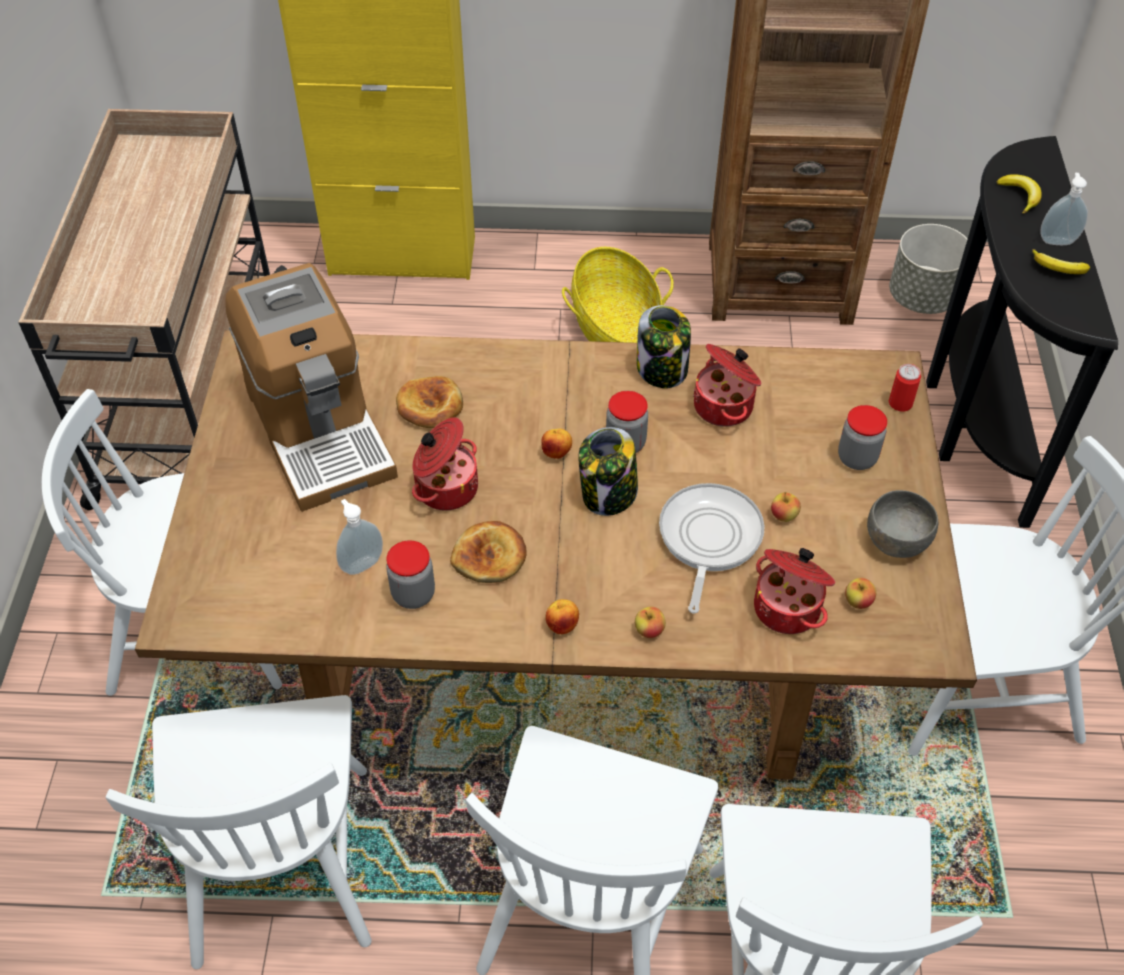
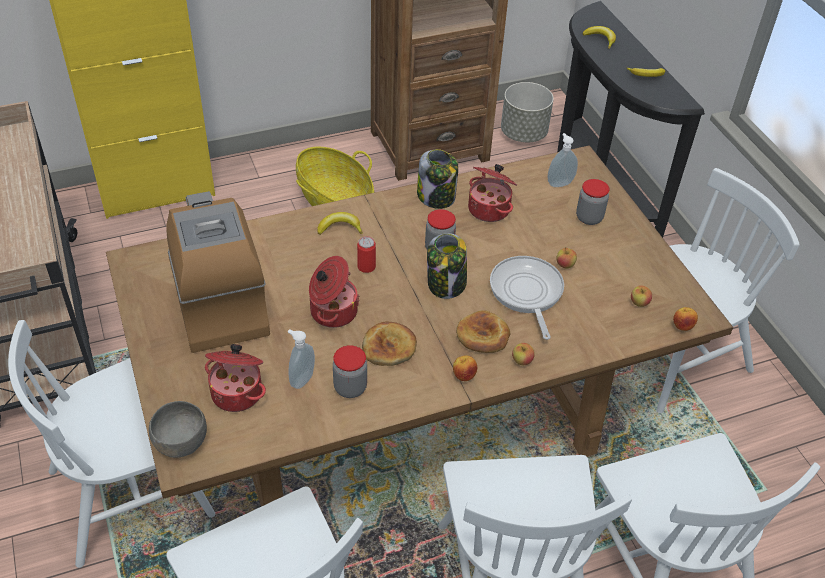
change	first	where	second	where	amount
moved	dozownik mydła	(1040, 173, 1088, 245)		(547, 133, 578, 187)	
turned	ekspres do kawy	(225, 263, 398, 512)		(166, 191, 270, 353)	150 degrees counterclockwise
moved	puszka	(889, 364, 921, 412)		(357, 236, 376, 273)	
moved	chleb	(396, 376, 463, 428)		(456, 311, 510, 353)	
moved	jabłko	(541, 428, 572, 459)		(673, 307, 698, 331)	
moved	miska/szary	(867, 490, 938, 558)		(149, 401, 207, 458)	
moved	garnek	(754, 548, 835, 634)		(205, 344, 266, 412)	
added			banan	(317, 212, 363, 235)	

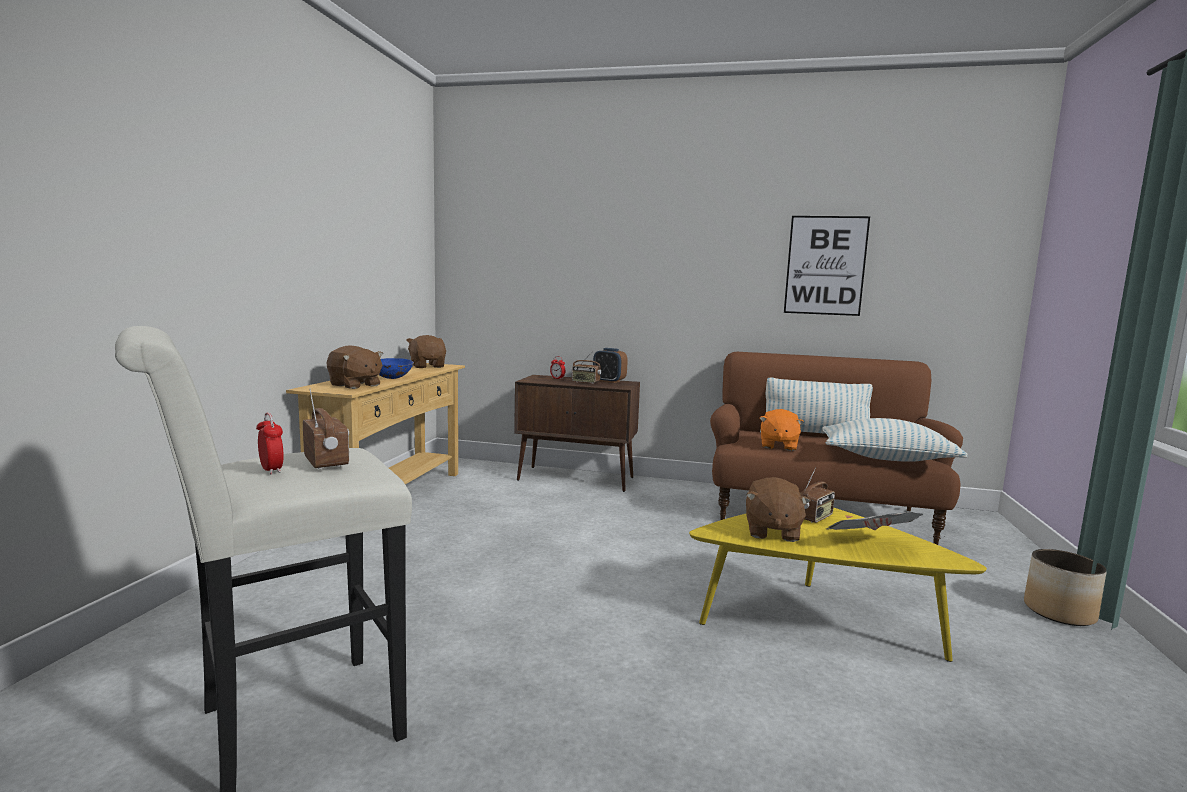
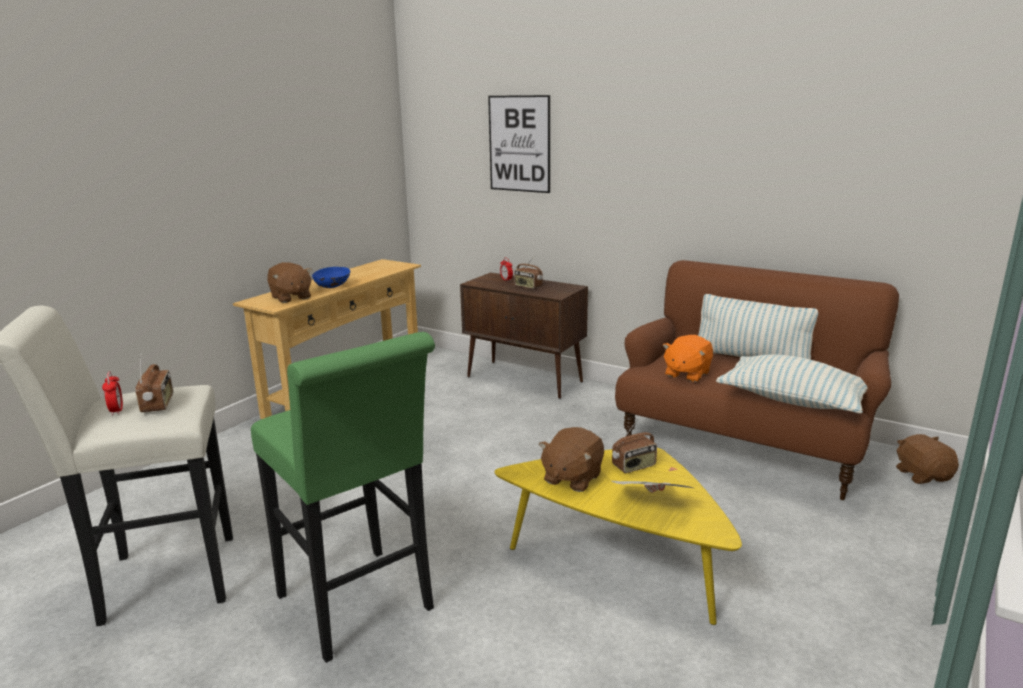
change	first	where	second	where	amount
moved	obraz	(784, 216, 870, 316)		(488, 95, 550, 193)	
moved	pluszak/brązowy	(406, 335, 446, 368)		(896, 434, 959, 484)	
removed	budzik	(593, 348, 628, 383)			
removed	donica	(1024, 549, 1106, 626)			
added			stołek/zielony	(251, 332, 435, 663)	

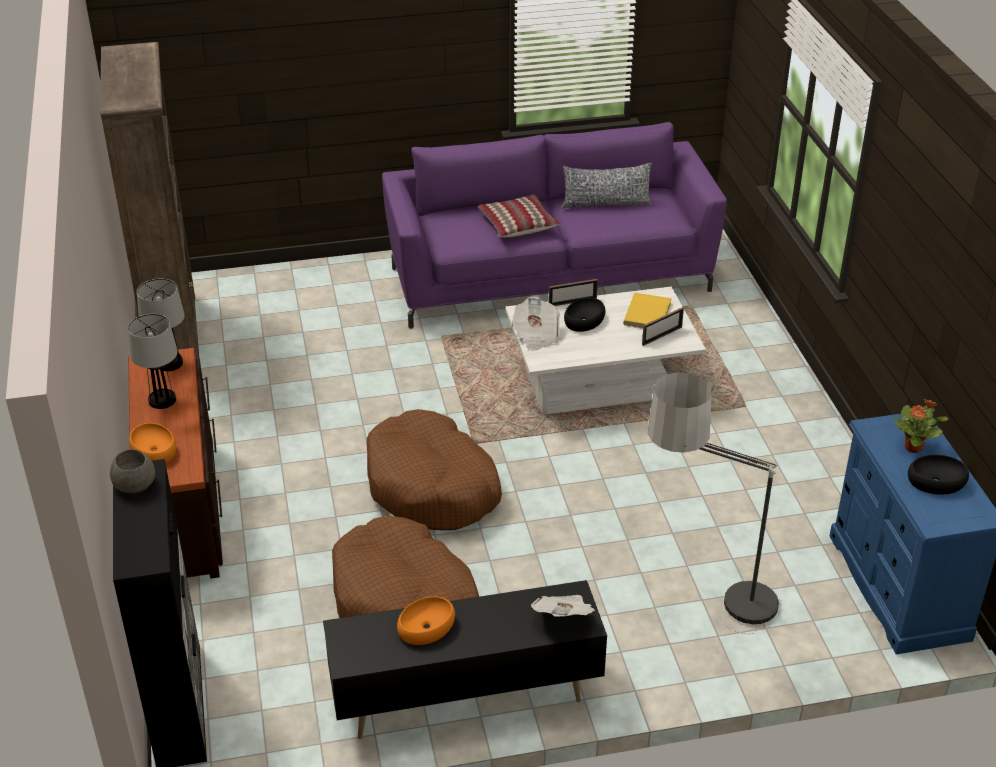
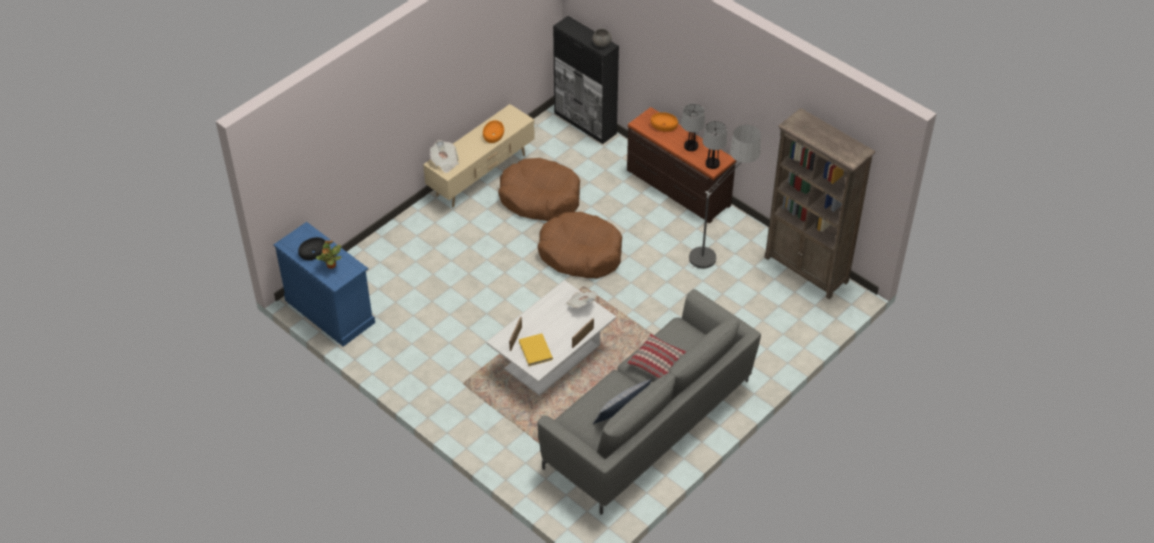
change	first	where	second	where	amount
recoloured	kanapa/fioletowy	(382, 122, 727, 328)	kanapa/szary	(537, 289, 761, 515)	
removed	miska/czarny	(564, 298, 605, 332)			
moved	lampa stojąca	(648, 372, 782, 634)		(688, 125, 761, 269)	
recoloured	szafka pod telewizor/czarny	(323, 580, 607, 739)	szafka pod telewizor/beżowy	(423, 104, 535, 208)	

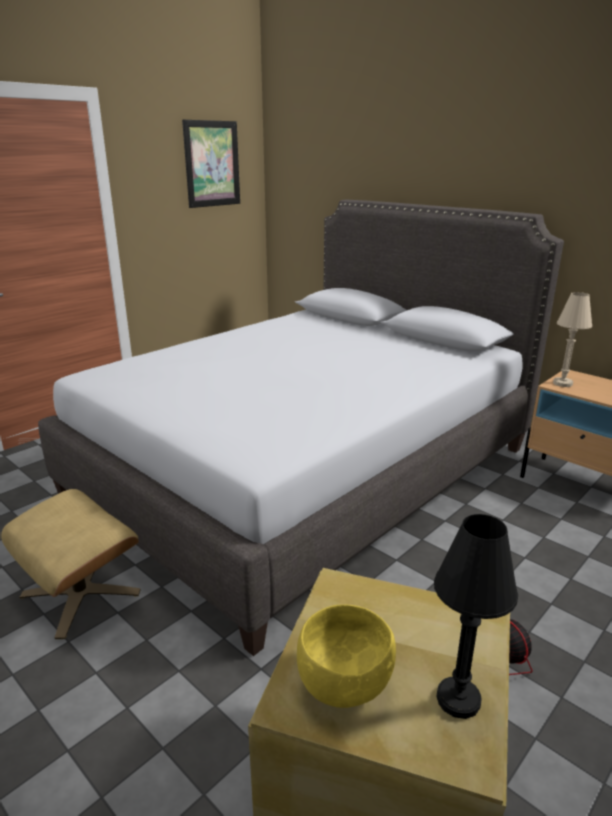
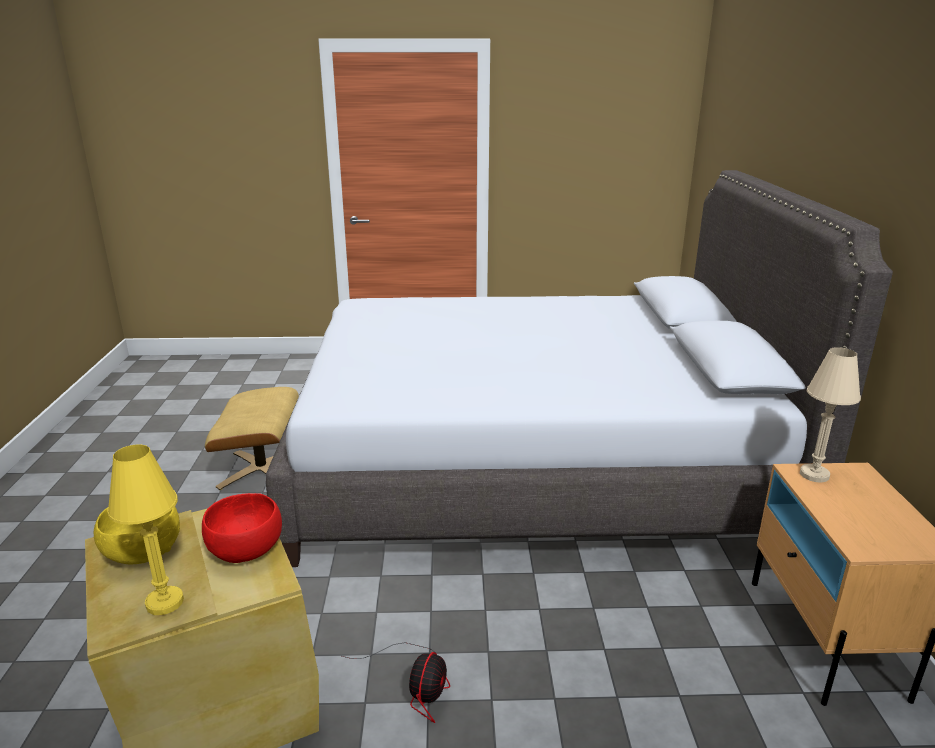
change	first	where	second	where	amount
removed	obraz	(182, 120, 240, 208)			
recoloured	lampa stołowa/czarny	(434, 514, 518, 719)	lampa stołowa/żółty	(107, 444, 184, 615)	
added			miska/czerwony	(202, 493, 282, 563)	

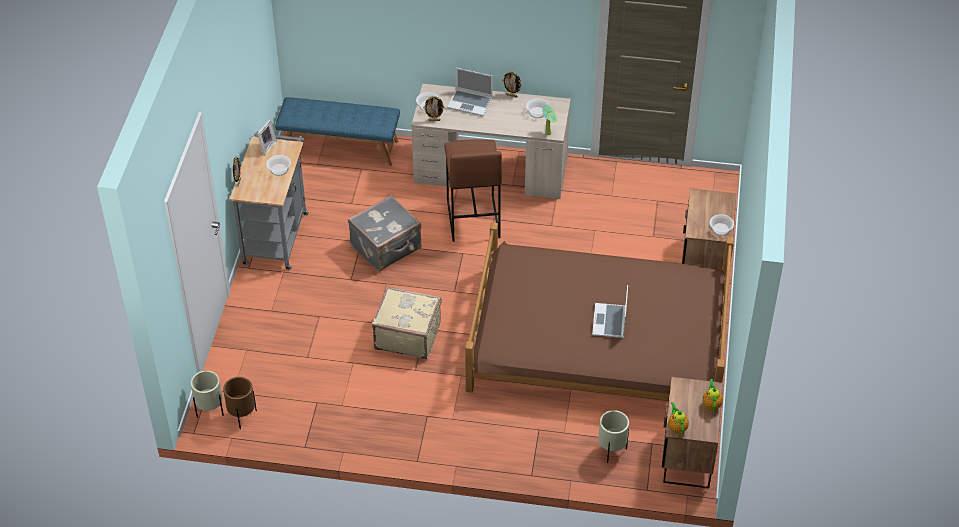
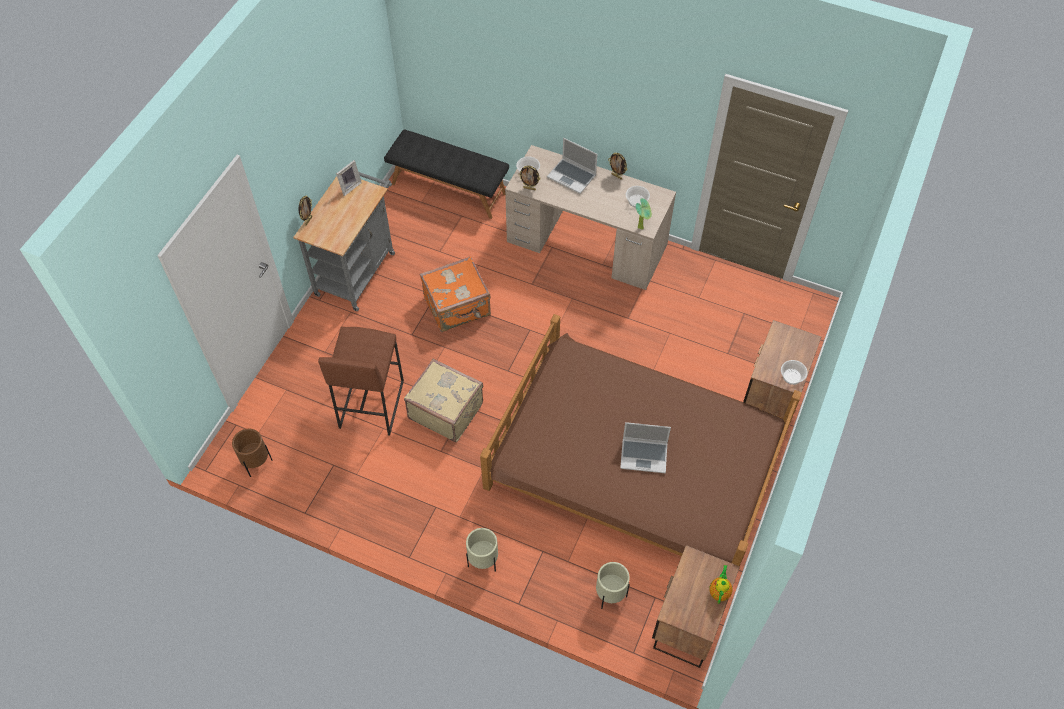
change	first	where	second	where	amount
recoloured	ławka/niebieski	(275, 97, 400, 166)	ławka/czarny	(384, 129, 509, 219)	
moved	stołek/brązowy	(444, 139, 502, 242)		(318, 327, 404, 435)	
removed	miska	(266, 155, 291, 176)			
recoloured	walizka/szary	(348, 195, 421, 272)	walizka/pomarańczowy	(420, 256, 491, 332)	
turned	laptop	(592, 285, 628, 338)		(620, 422, 671, 473)	105 degrees counterclockwise
moved	donica/beżowy	(191, 370, 224, 418)		(466, 528, 498, 572)	
removed	imbryk	(668, 402, 689, 434)			

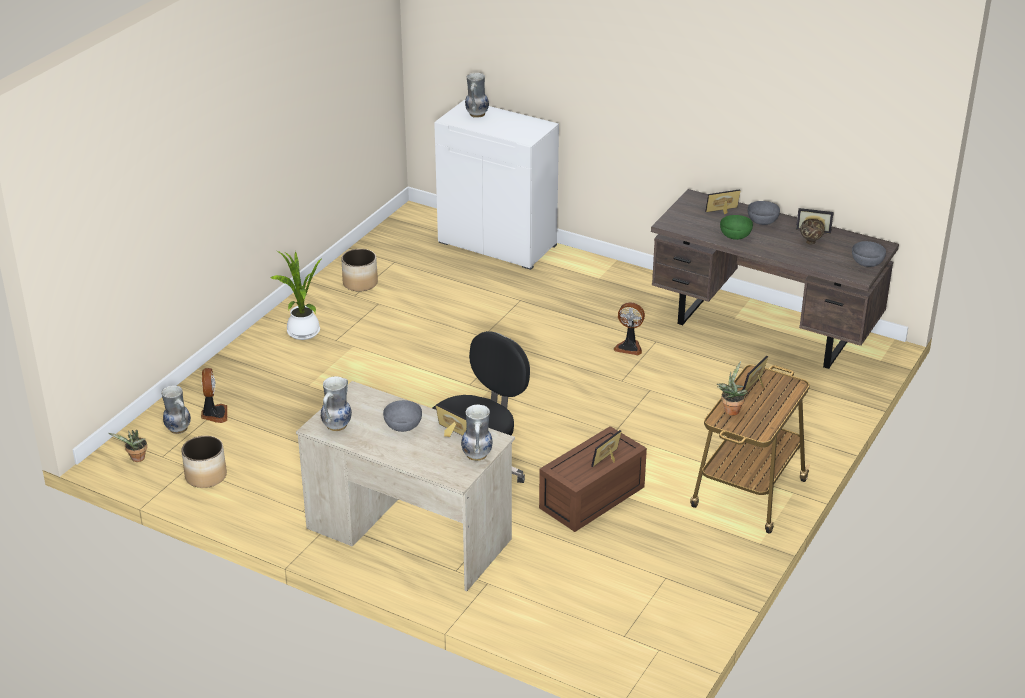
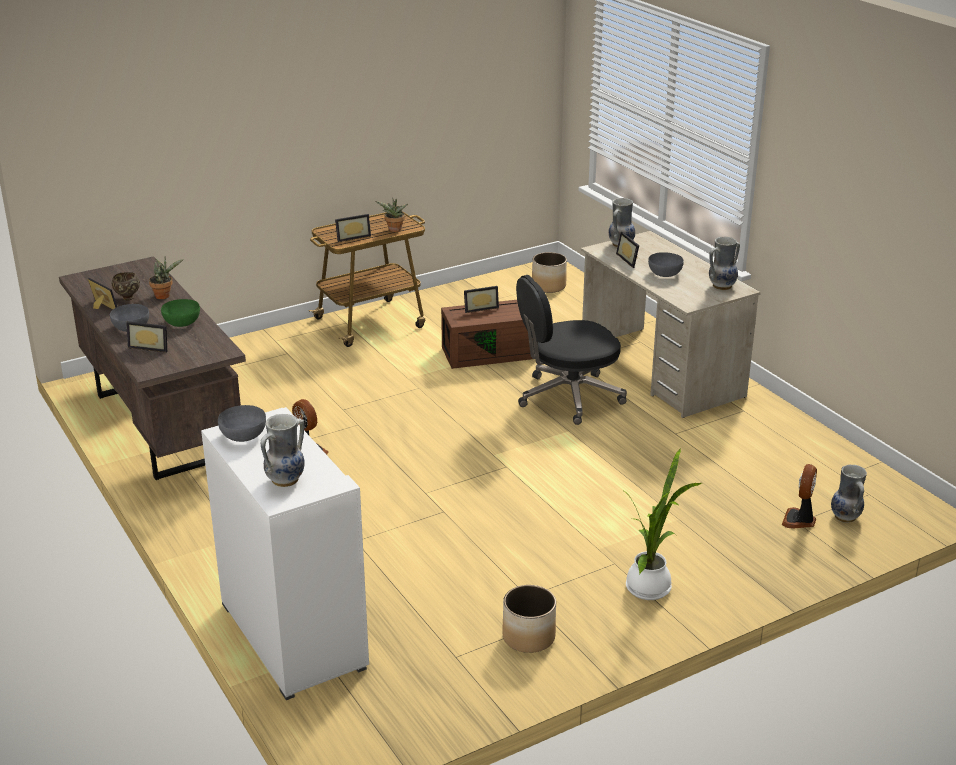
change	first	where	second	where	amount
moved	miska/szary	(852, 241, 886, 267)		(218, 405, 266, 442)	
moved	roślina doniczkowa	(108, 430, 147, 462)		(149, 256, 184, 299)	
moved	donica	(181, 436, 227, 488)		(532, 252, 567, 293)	

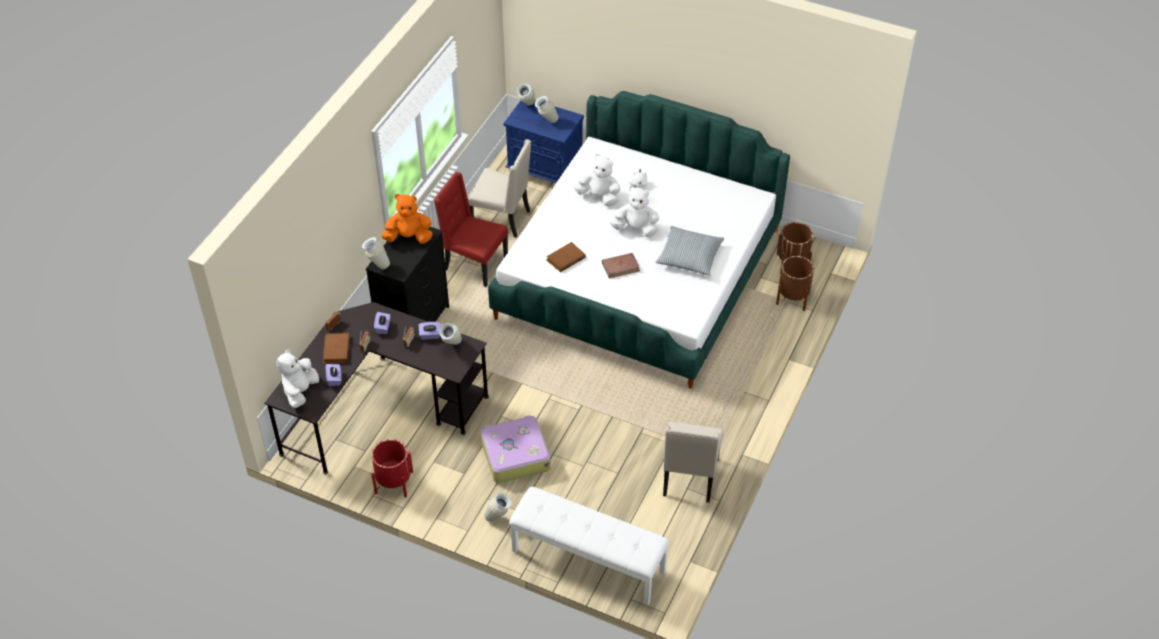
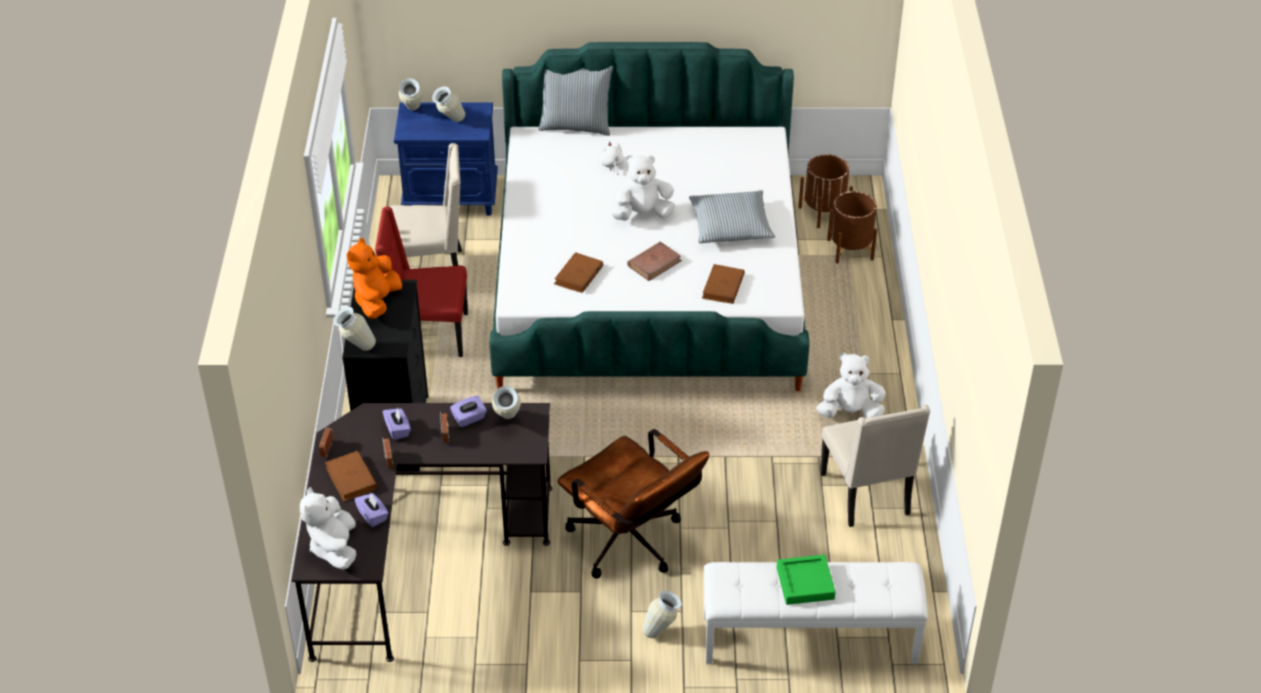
change	first	where	second	where	amount
moved	pluszak/biały	(573, 154, 621, 206)		(817, 353, 886, 418)	
turned	pluszak/pomarańczowy	(381, 194, 433, 244)		(347, 238, 402, 319)	45 degrees counterclockwise
replaced	walizka	(480, 415, 551, 483)	krzesło biurowe/brązowy	(558, 429, 709, 579)	
removed	donica/czerwony	(371, 439, 413, 498)			
added			poduszka	(538, 66, 613, 136)	
added			książka/brązowy	(702, 264, 745, 304)	
added			taca/zielony	(777, 555, 836, 605)	

